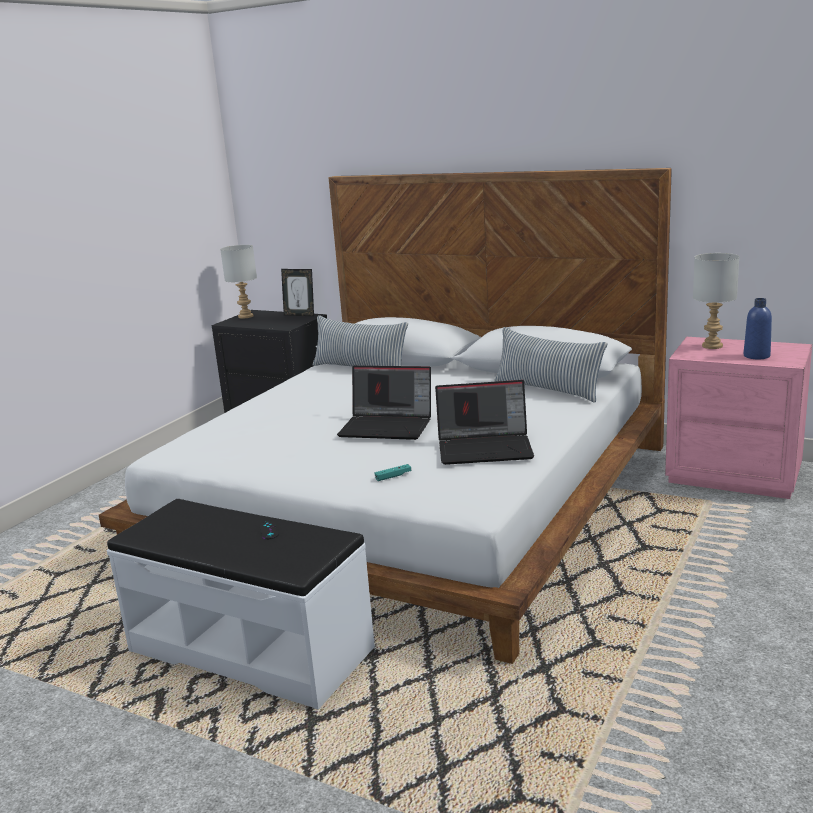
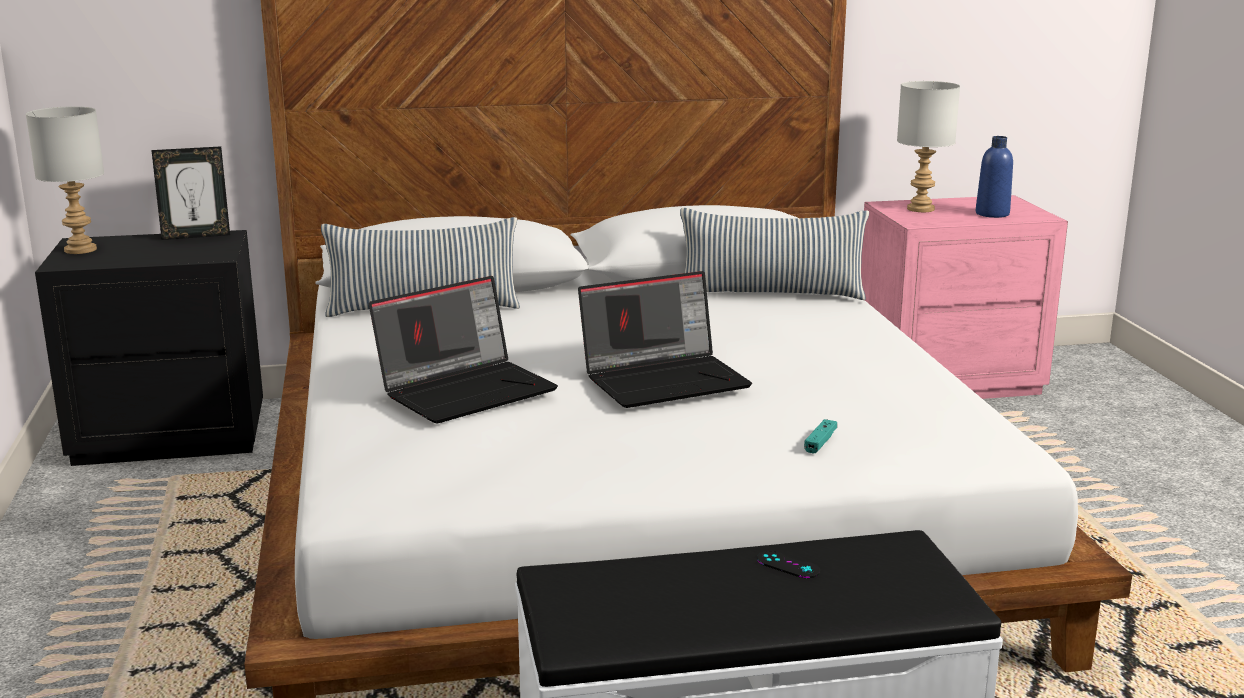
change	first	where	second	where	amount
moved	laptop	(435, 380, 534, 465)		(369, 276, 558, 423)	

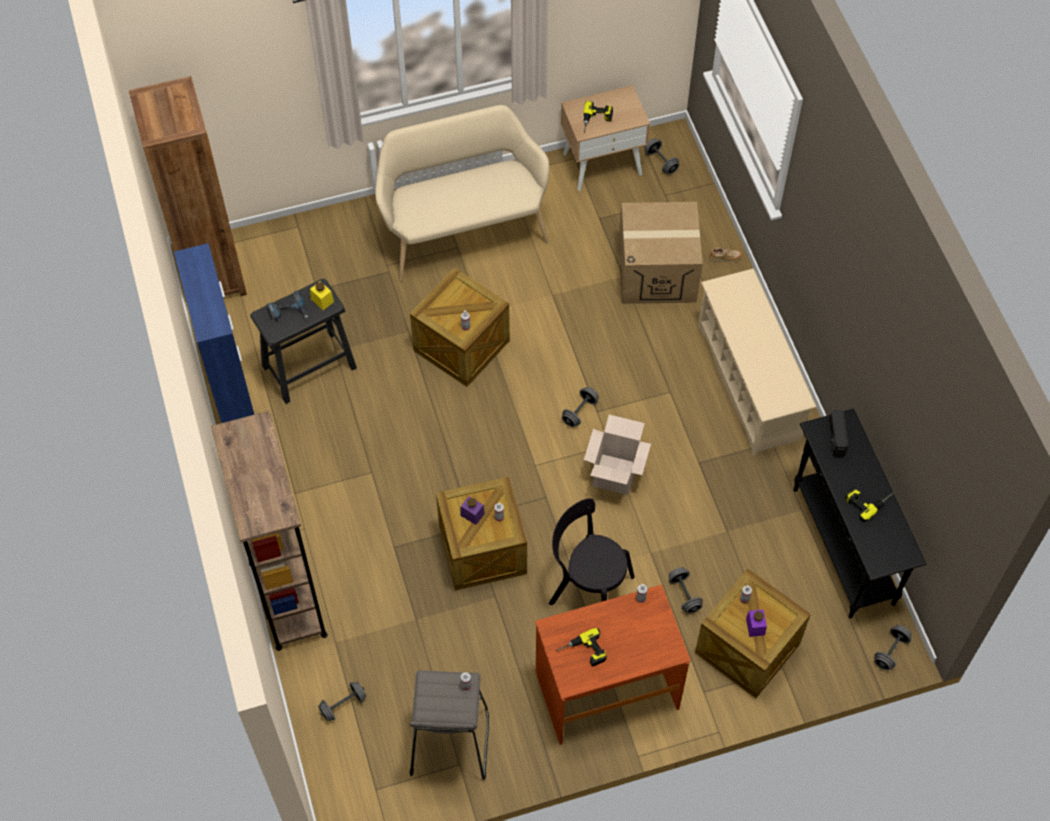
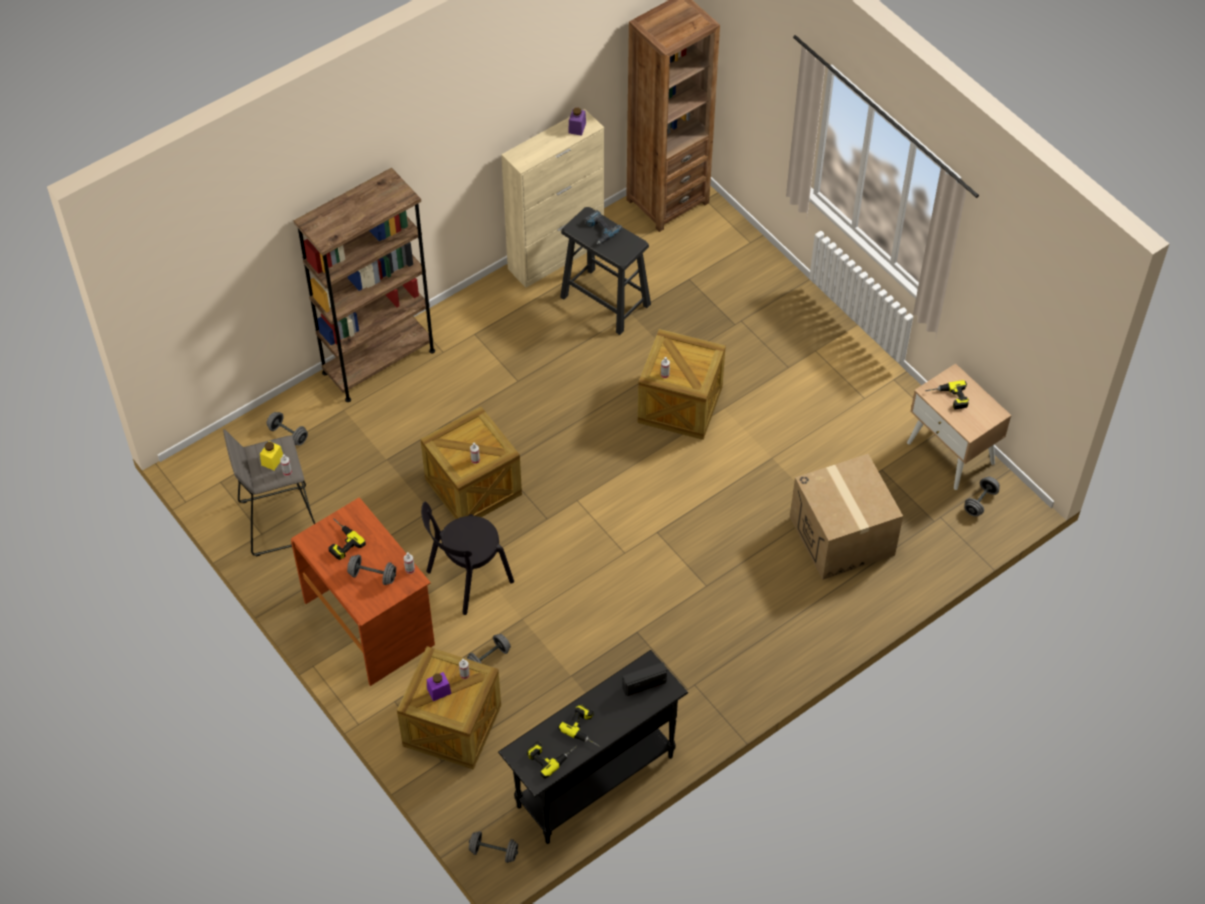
change	first	where	second	where	amount
removed	ławka/beżowy	(375, 105, 549, 281)			
recoloured	szafka/niebieski	(174, 243, 255, 423)	szafka/beżowy	(501, 109, 604, 288)	
removed	but/beżowy	(709, 247, 742, 262)			
removed	regał na buty/beżowy	(698, 268, 816, 456)			
moved	słoik/żółty	(310, 281, 334, 310)		(260, 441, 283, 470)	
moved	hantel/szary	(562, 387, 599, 427)		(347, 555, 396, 585)	
removed	karton	(584, 415, 651, 495)			
moved	słoik/fioletowy	(460, 496, 485, 525)		(568, 108, 586, 136)	
turned	krzesło/czarny	(549, 498, 635, 605)		(421, 502, 514, 615)	135 degrees counterclockwise
added			wiertarka	(527, 741, 578, 779)	

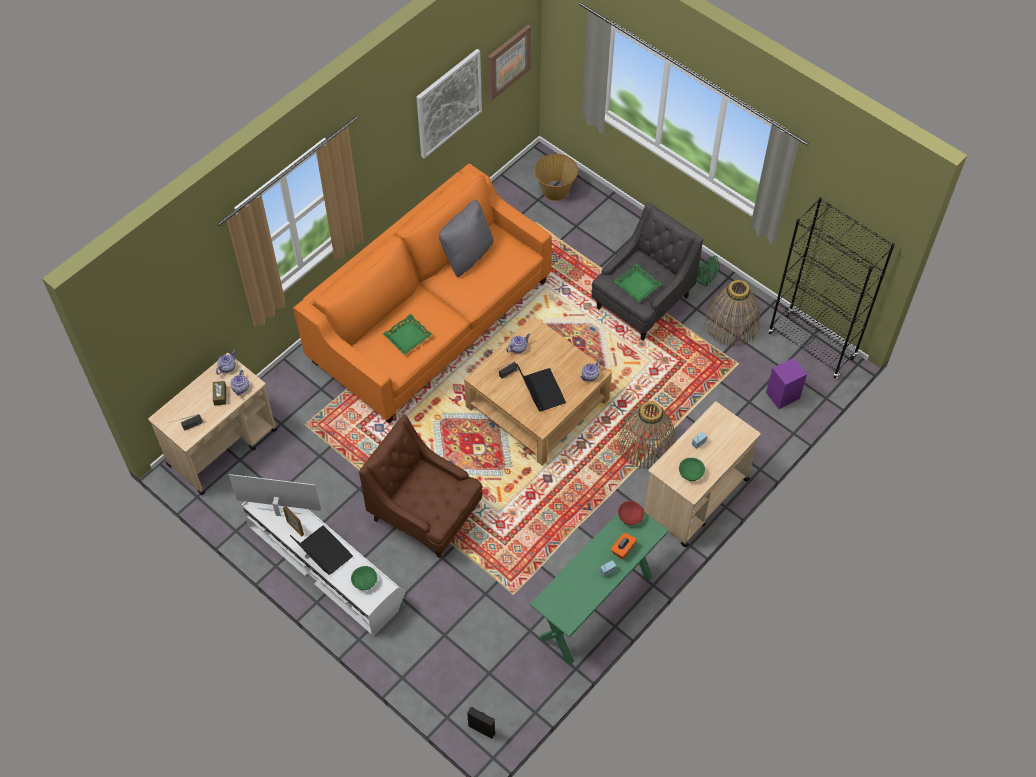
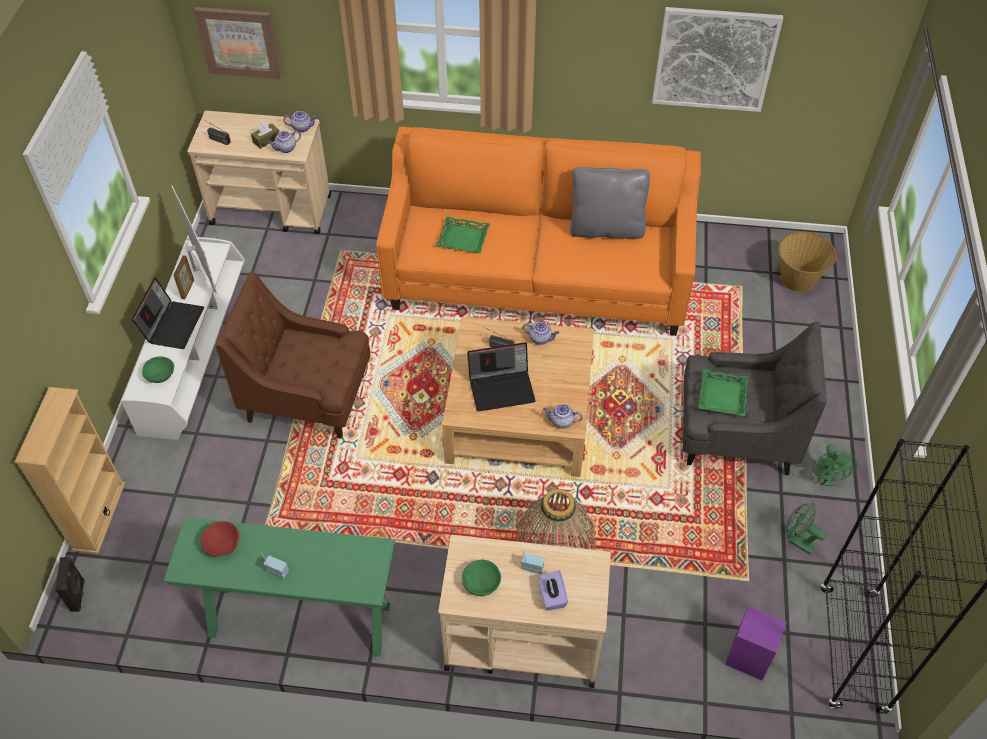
change	first	where	second	where	amount
moved	obraz	(488, 25, 531, 100)		(194, 7, 282, 79)	
replaced	koszyk	(704, 280, 760, 346)	wentylator/zielony	(785, 503, 826, 554)	
turned	laptop	(517, 364, 566, 411)		(467, 342, 536, 411)	45 degrees clockwise
turned	fotel/brązowy	(359, 415, 482, 558)		(216, 271, 370, 439)	75 degrees counterclockwise
moved	miska/czerwony	(618, 501, 644, 525)		(201, 521, 239, 556)	
removed	pudełko chusteczek/pomarańczowy	(611, 533, 637, 560)			
added			regał/beżowy	(15, 387, 125, 554)	
added			pudełko chusteczek/fioletowy	(539, 570, 568, 610)	

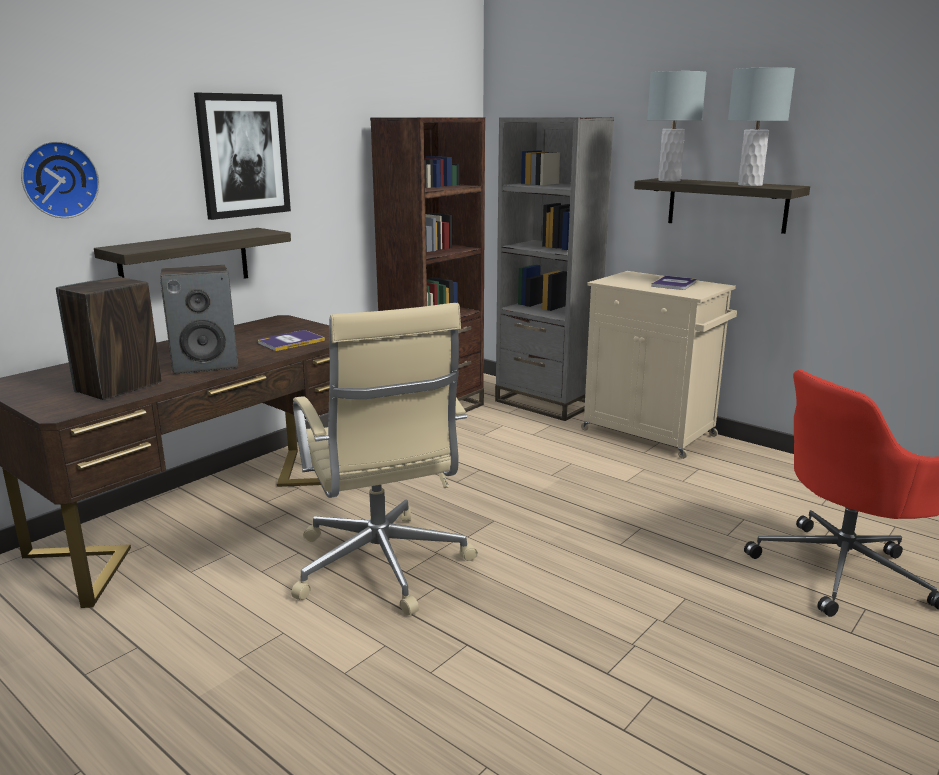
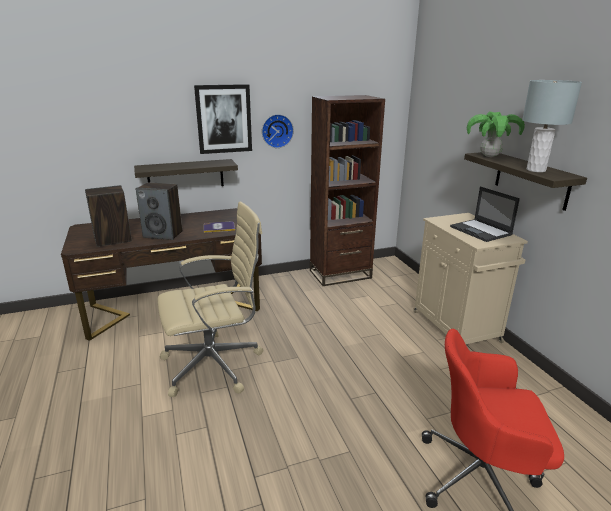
change	first	where	second	where	amount
replaced	lampa stołowa/szary	(647, 71, 707, 182)	roślina doniczkowa	(467, 112, 525, 157)	
removed	regał/szary	(495, 117, 614, 421)			
moved	zegar ścienny	(21, 141, 99, 218)		(262, 114, 294, 148)	
replaced	książka	(651, 276, 697, 290)	laptop	(450, 187, 520, 242)	
turned	krzesło biurowe/beżowy	(291, 303, 478, 615)		(157, 201, 264, 397)	120 degrees counterclockwise

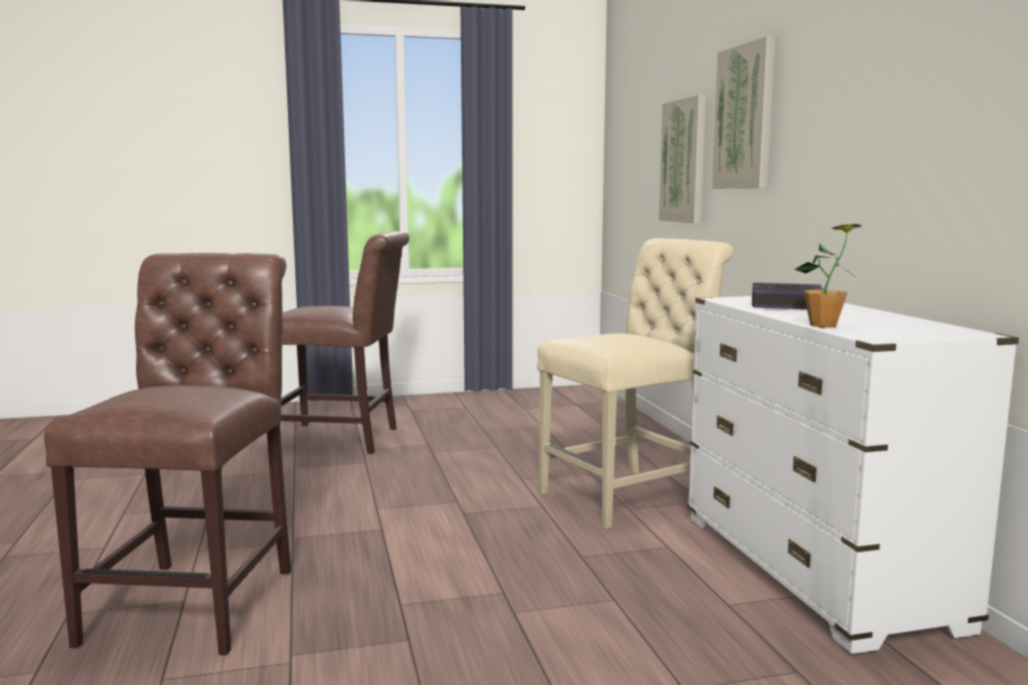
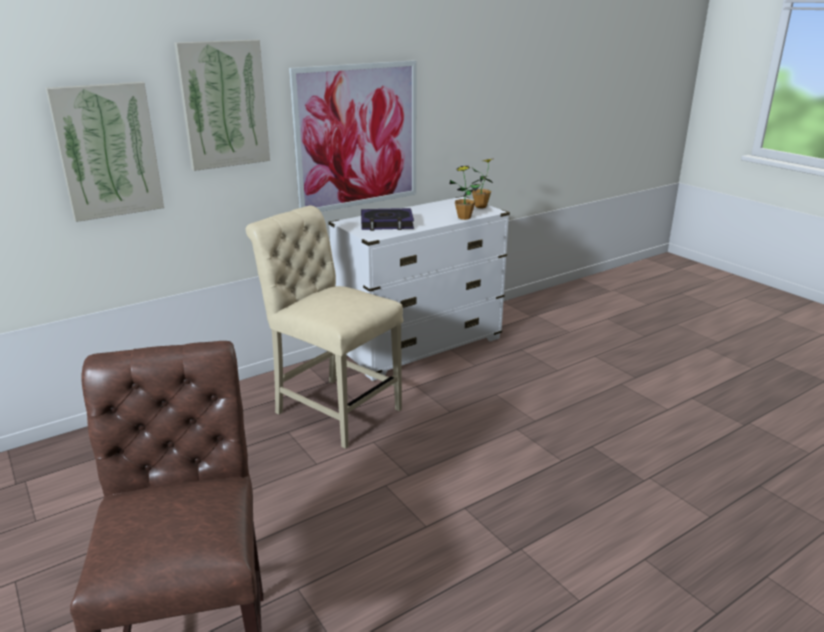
change	first	where	second	where	amount
removed	krzesło/brązowy	(44, 253, 291, 655)			
added			obraz	(289, 60, 417, 212)	
added			roślina doniczkowa	(471, 159, 493, 208)	

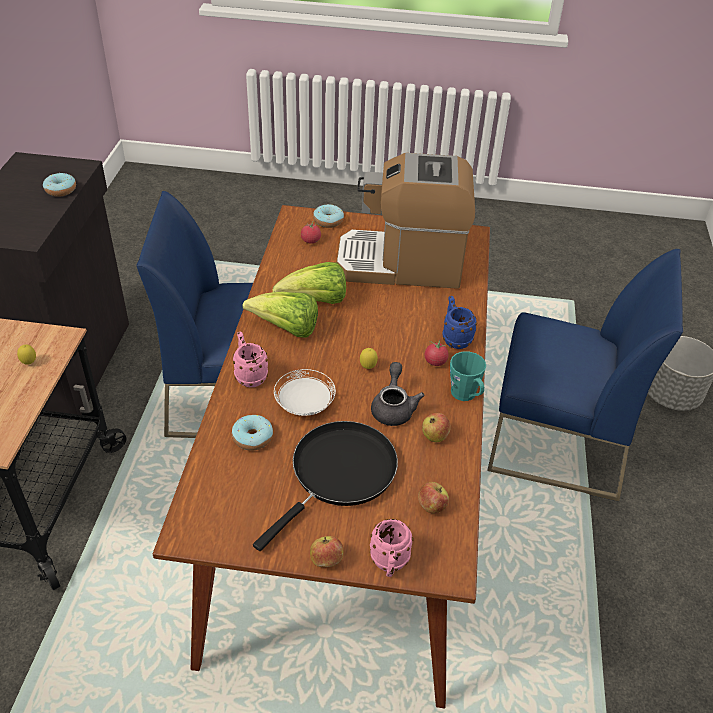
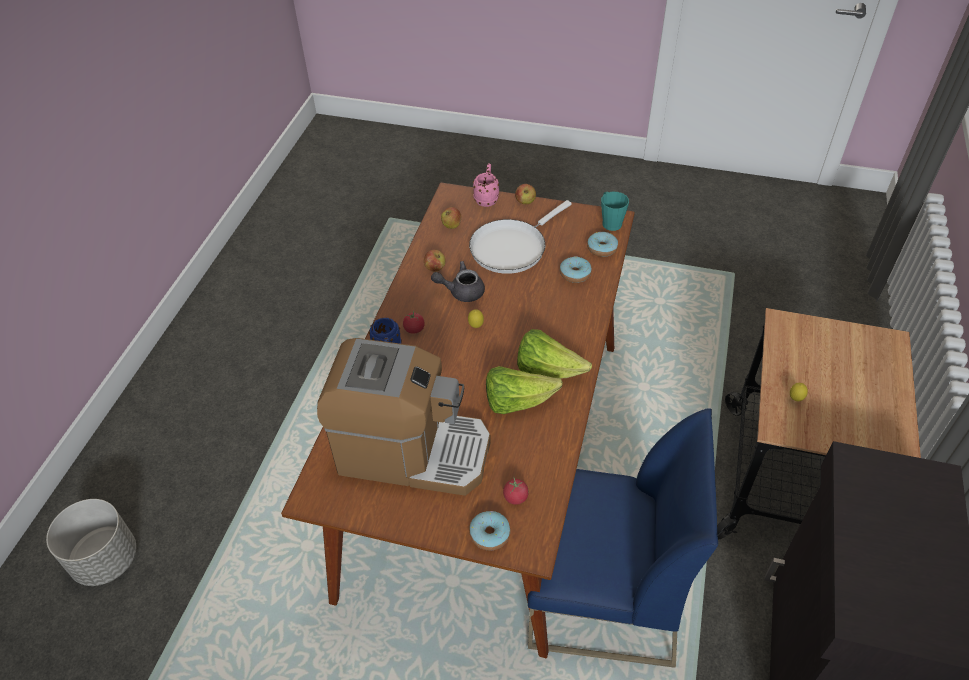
change	first	where	second	where	amount
moved	donut	(43, 173, 76, 197)		(587, 232, 618, 257)	
removed	krzesło/niebieski	(487, 249, 683, 501)			
removed	kubek/różowy	(233, 332, 268, 387)			
moved	kubek/turkusowy	(450, 351, 486, 401)		(601, 192, 629, 231)	
turned	imbryk/szary	(371, 362, 425, 426)		(431, 261, 485, 302)	75 degrees clockwise
removed	talerz/biały	(274, 369, 336, 416)			
recoloured	patelnia/czarny	(253, 421, 398, 551)	patelnia/biały	(469, 200, 572, 274)	

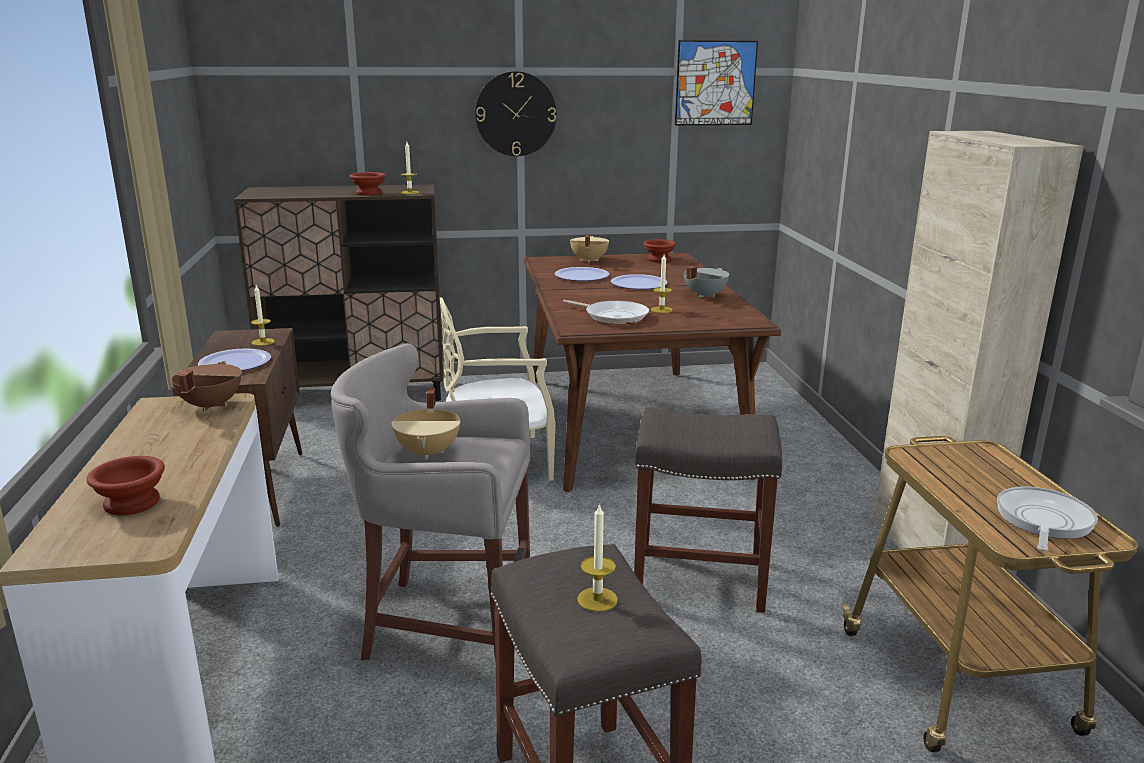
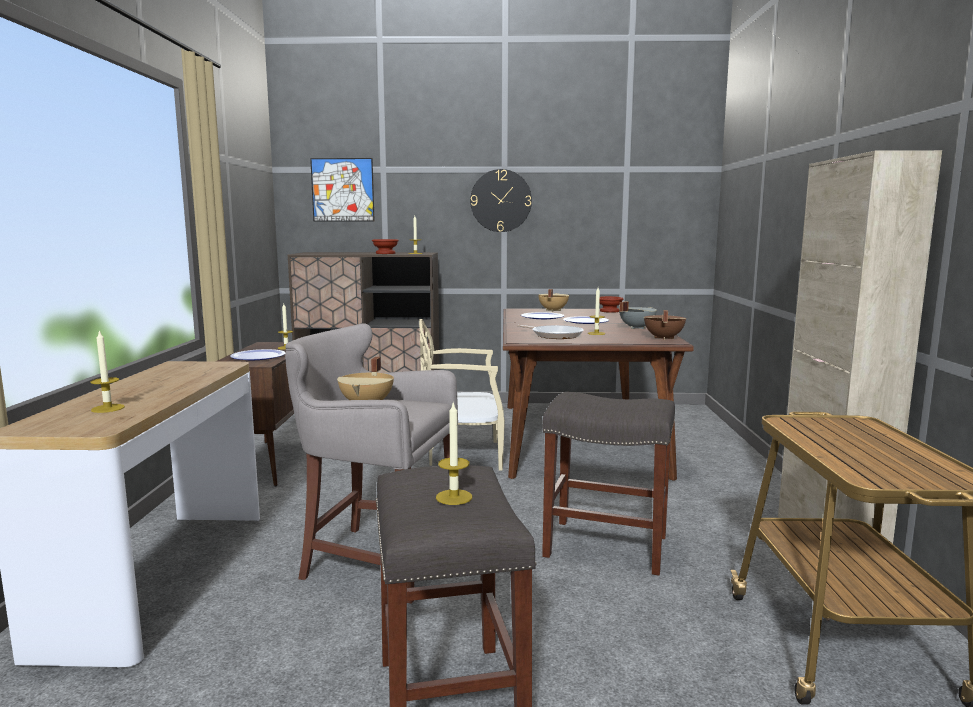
change	first	where	second	where	amount
moved	obraz	(675, 40, 758, 125)		(310, 158, 375, 222)	
moved	garnek/brązowy	(171, 361, 242, 412)		(644, 310, 686, 340)	
replaced	miska/brązowy	(86, 456, 165, 515)	świeca	(90, 330, 125, 413)	
removed	patelnia	(997, 486, 1098, 551)			

